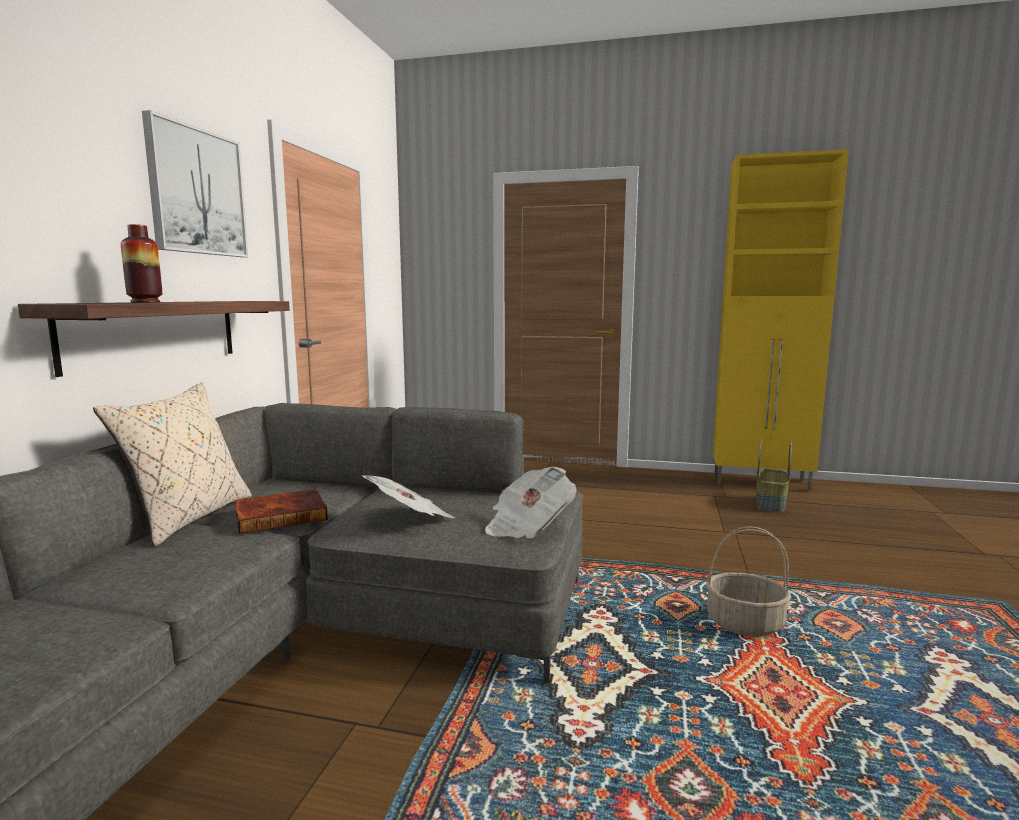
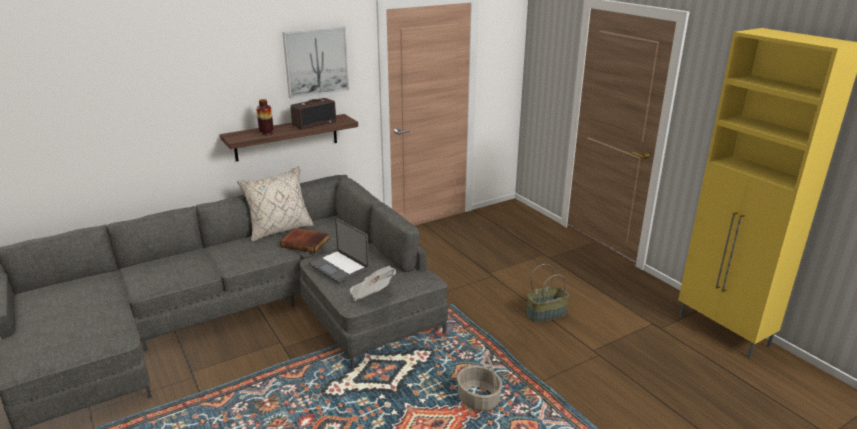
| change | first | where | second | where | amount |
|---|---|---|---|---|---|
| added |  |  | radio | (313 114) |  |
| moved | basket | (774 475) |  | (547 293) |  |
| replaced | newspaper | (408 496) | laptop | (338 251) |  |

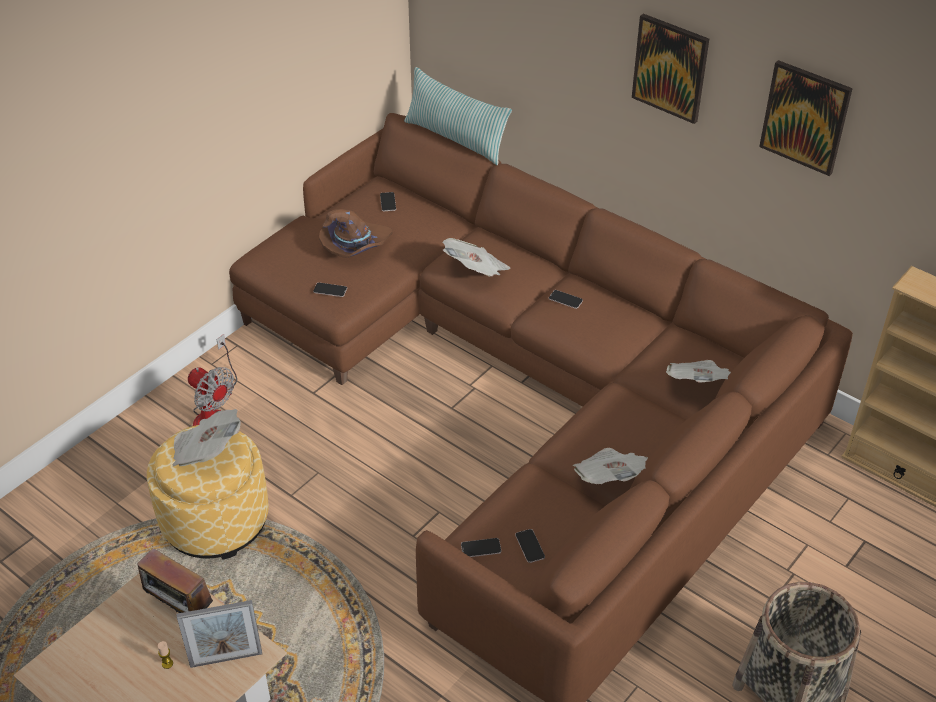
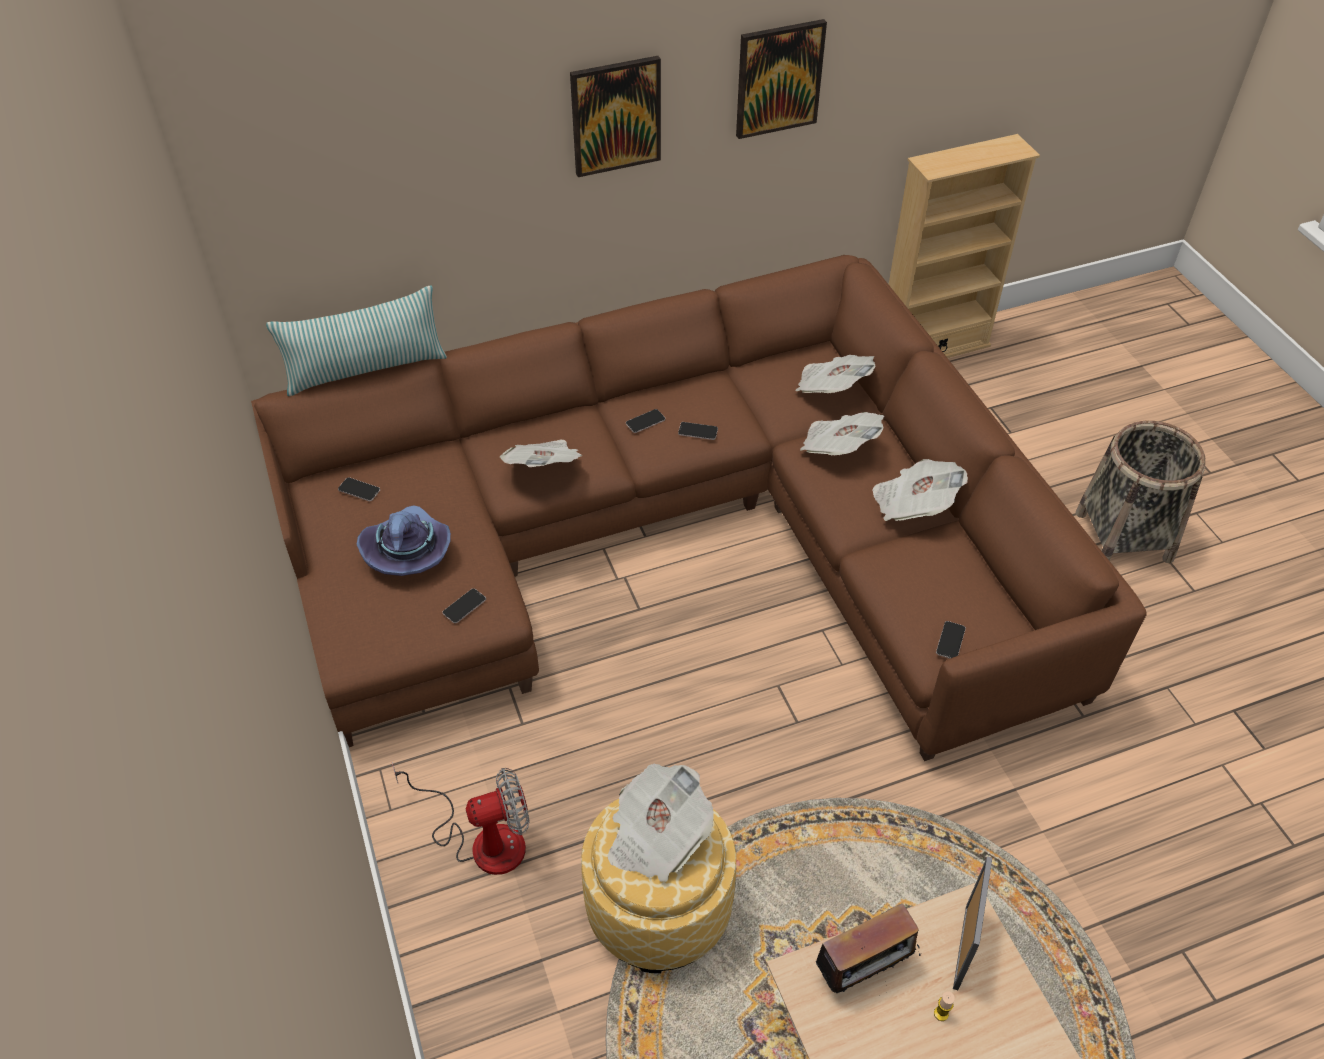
| change | first | where | second | where | amount |
|---|---|---|---|---|---|
| added |  |  | newspaper | (842 433) |  |
| moved | phone | (530 546) |  | (698 431) |  |
| recoloured | brown hat | (355 233) | purple hat | (403 540) |  |

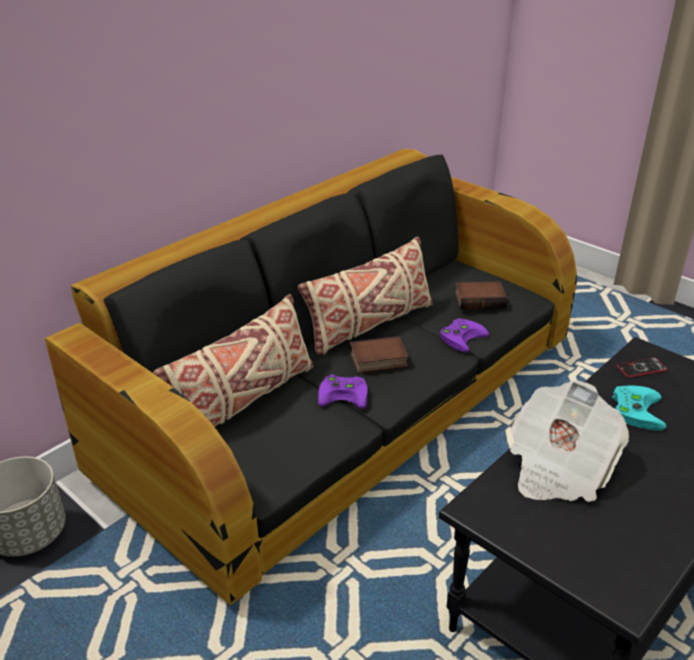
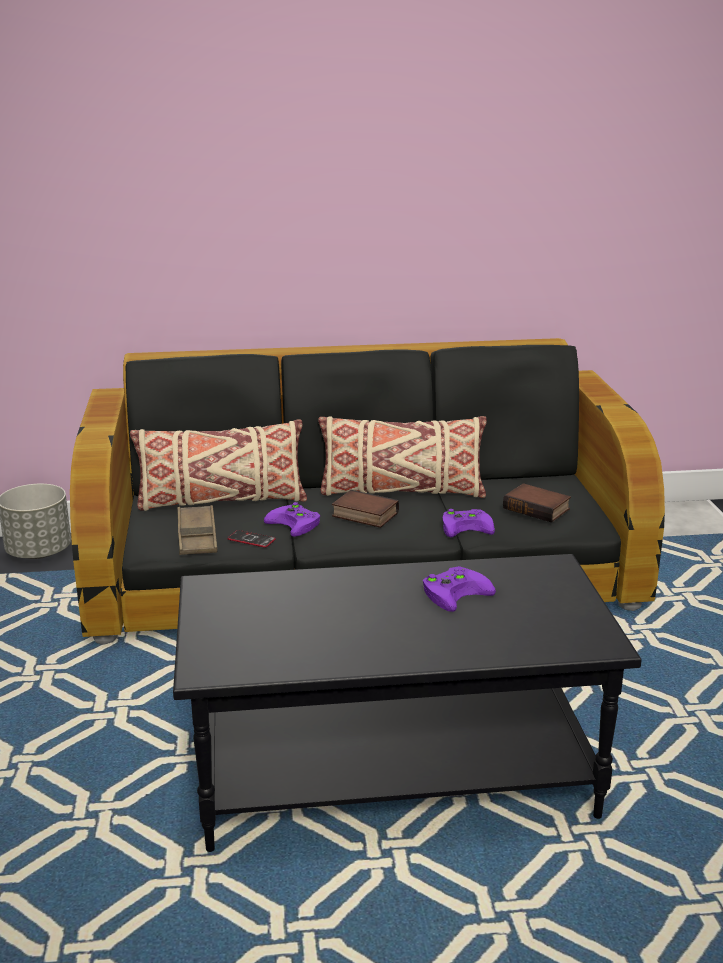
| change | first | where | second | where | amount |
|---|---|---|---|---|---|
| removed | newspaper | (569 441) |  |  |  |
| added |  |  | brown tray | (197 530) |  |
| moved | phone | (642 367) |  | (251 539) |  |
| recoloured | turquoise game controller | (639 408) | purple game controller | (459 589) |  |

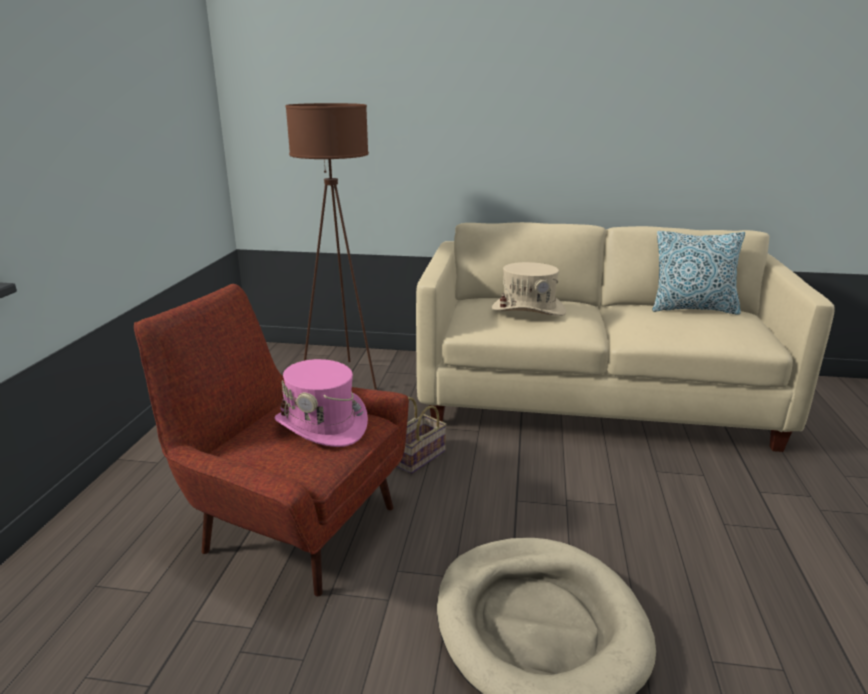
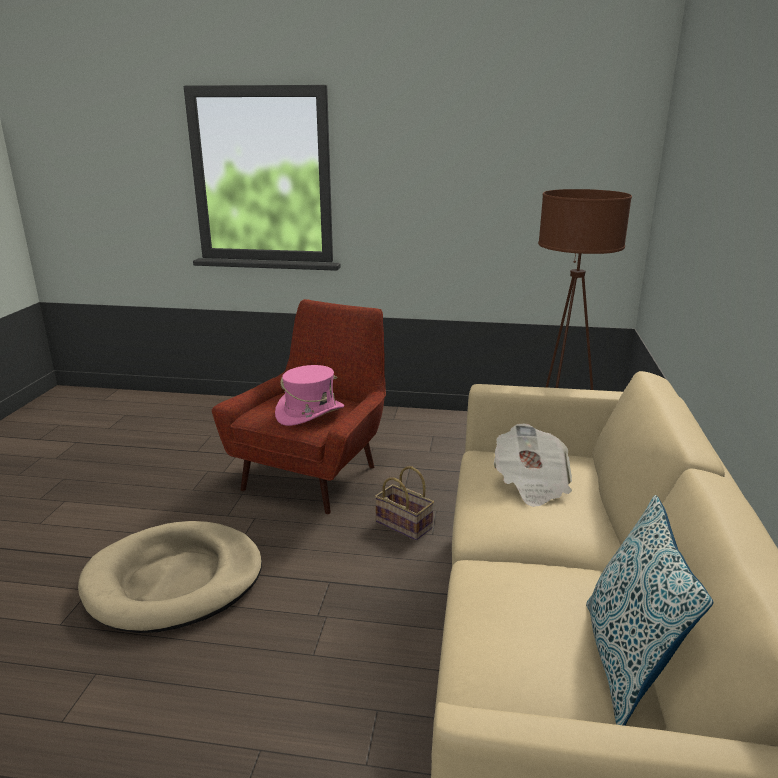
| change | first | where | second | where | amount |
|---|---|---|---|---|---|
| replaced | beige hat | (529 289) | newspaper | (532 465) |  |

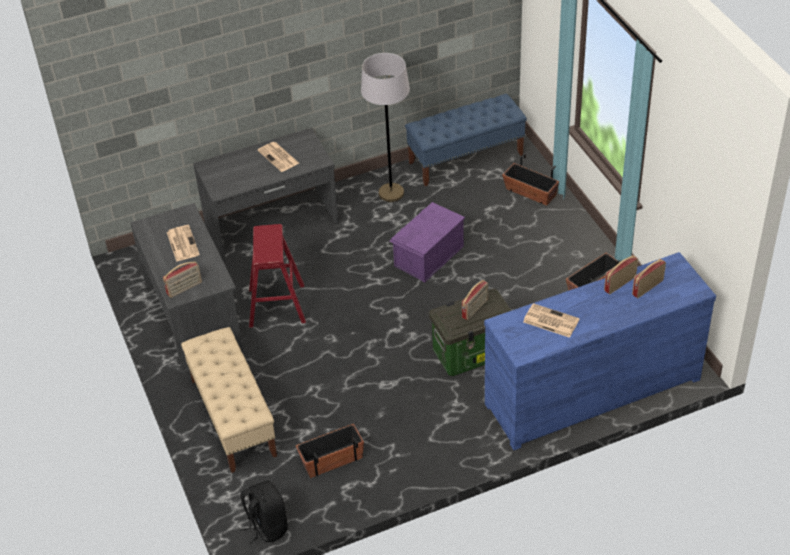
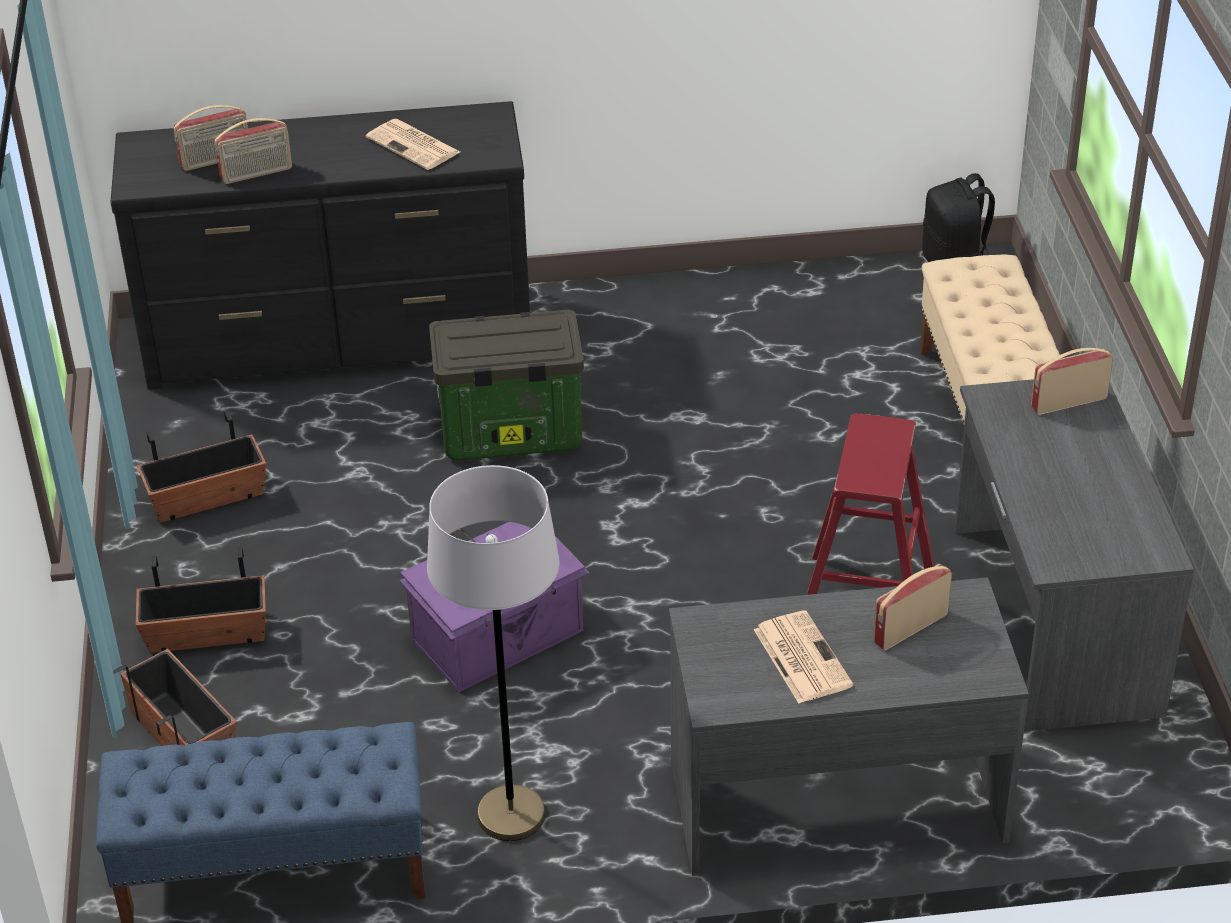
| change | first | where | second | where | amount |
|---|---|---|---|---|---|
| removed | newspaper | (183 243) |  |  |  |
| moved | planter | (330 451) |  | (201 600) |  |
| moved | radio | (475 300) |  | (912 607) |  |
| recoloured | blue dresser | (600 351) | black dresser | (320 245) |  |

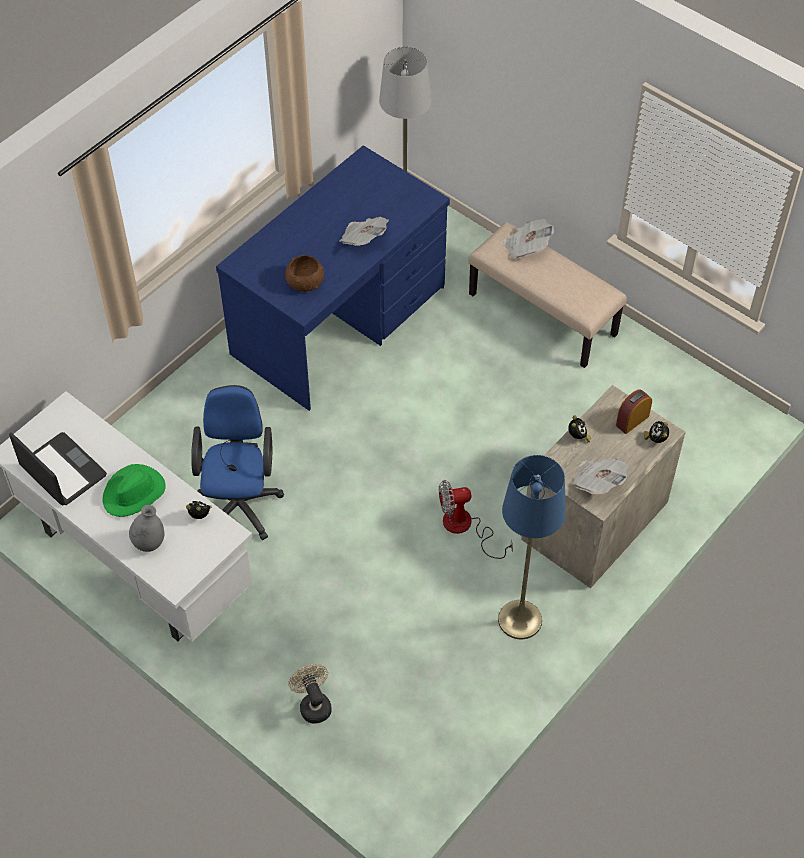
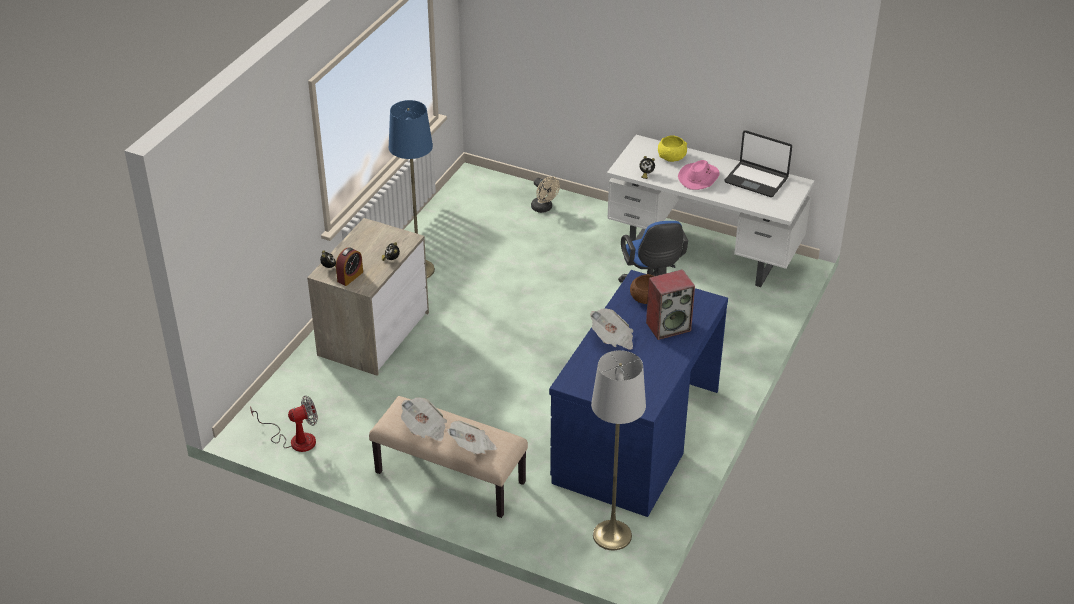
| change | first | where | second | where | amount |
|---|---|---|---|---|---|
| added |  |  | speaker | (670 304) |  |
| moved | fan | (476 519) |  | (284 424) |  |
| moved | newspaper | (600 476) |  | (424 419) |  |
| replaced | grey vase | (146 528) | yellow bowl | (672 148) |  |
| recoloured | green hat | (134 490) | pink hat | (699 175) |  |

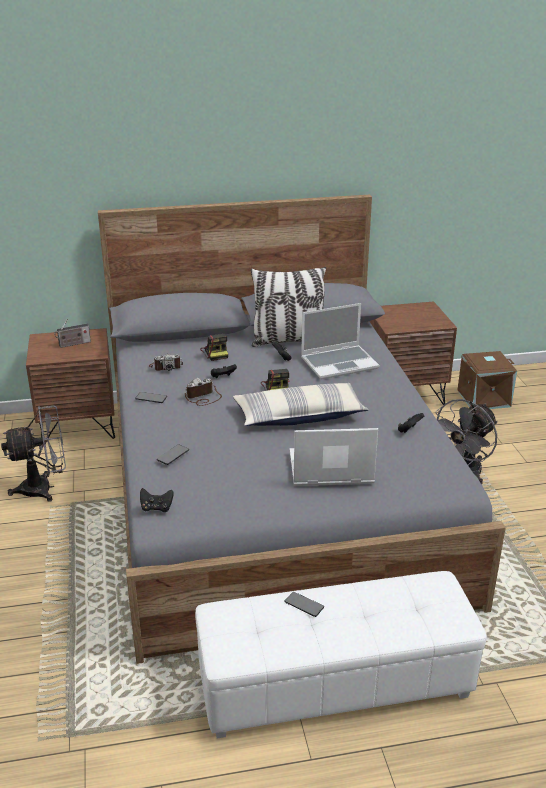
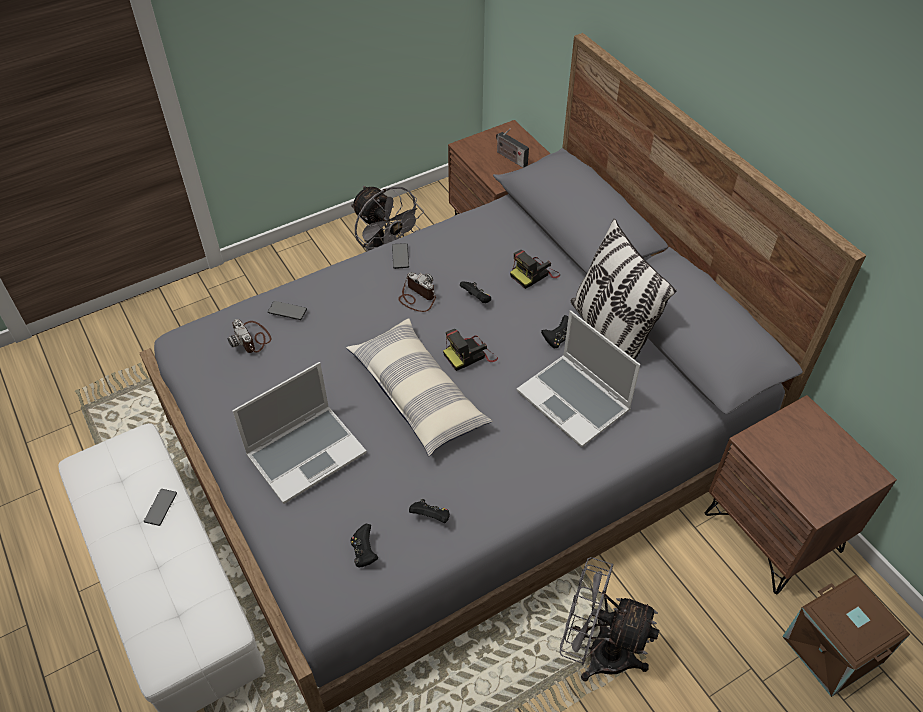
| change | first | where | second | where | amount |
|---|---|---|---|---|---|
| moved | black game controller | (156 500) |  | (364 545) |  |
| moved | photo camera | (166 362) |  | (249 336) |  |
| turned | laptop | (334 457) |  | (299 433) | 75 degrees clockwise |

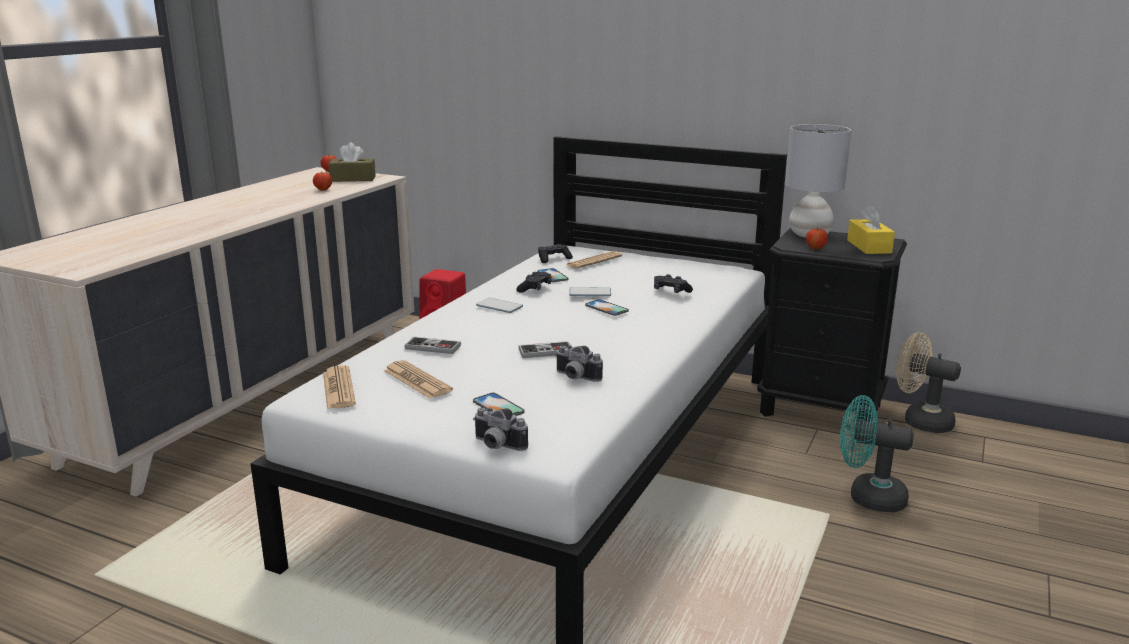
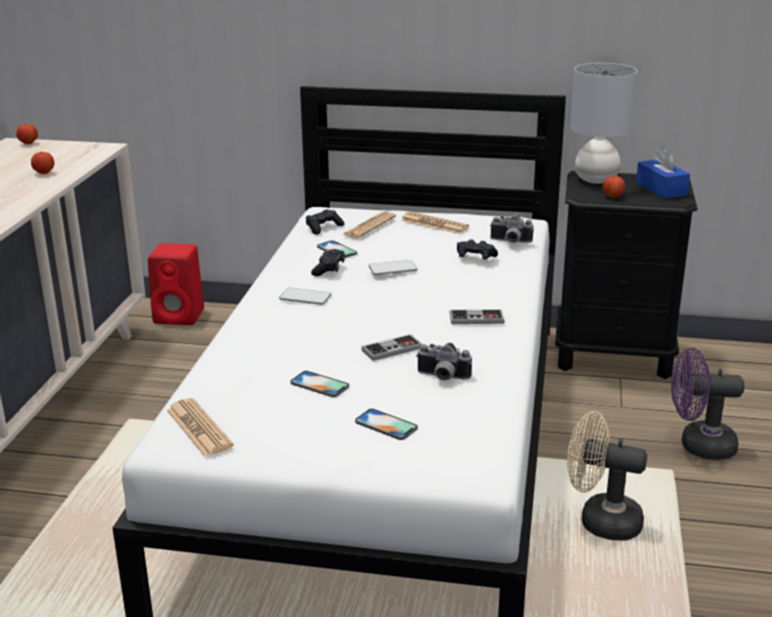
| change | first | where | second | where | amount |
|---|---|---|---|---|---|
| removed | brown tissue box | (352 162) |  |  |  |
| moved | newspaper | (418 379) |  | (435 223) |  |
| moved | game controller | (433 345) |  | (477 316) |  |
| moved | photo camera | (500 429) |  | (512 229) |  |
| moved | phone | (607 307) |  | (320 384) |  |
| moved | beige fan | (928 382) |  | (607 476) |  |
| recoloured | turquoise fan | (877 453) | purple fan | (707 404) |  |
| recoloured | yellow tissue box | (871 229) | blue tissue box | (663 173) |  |

